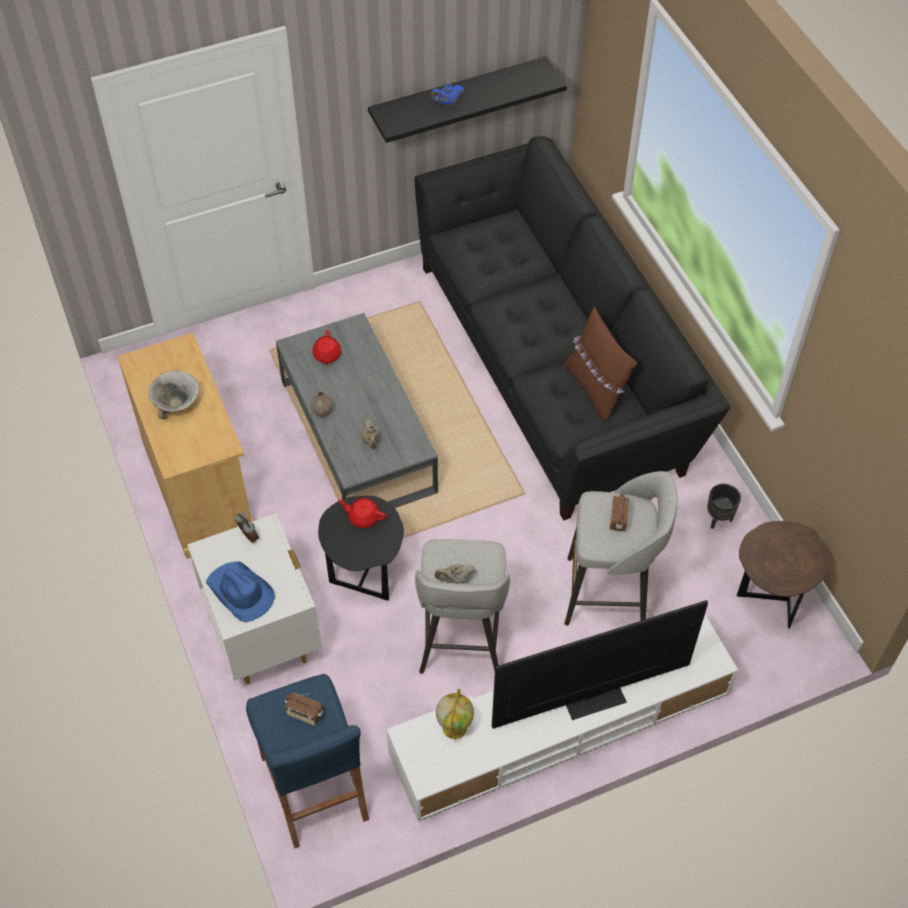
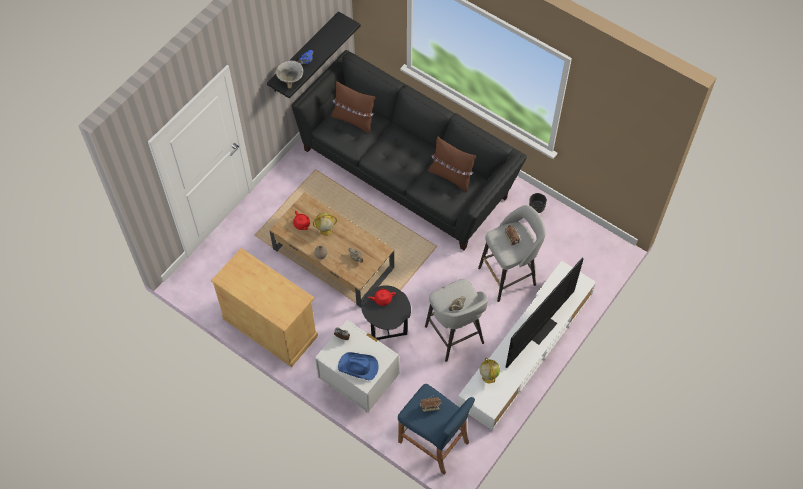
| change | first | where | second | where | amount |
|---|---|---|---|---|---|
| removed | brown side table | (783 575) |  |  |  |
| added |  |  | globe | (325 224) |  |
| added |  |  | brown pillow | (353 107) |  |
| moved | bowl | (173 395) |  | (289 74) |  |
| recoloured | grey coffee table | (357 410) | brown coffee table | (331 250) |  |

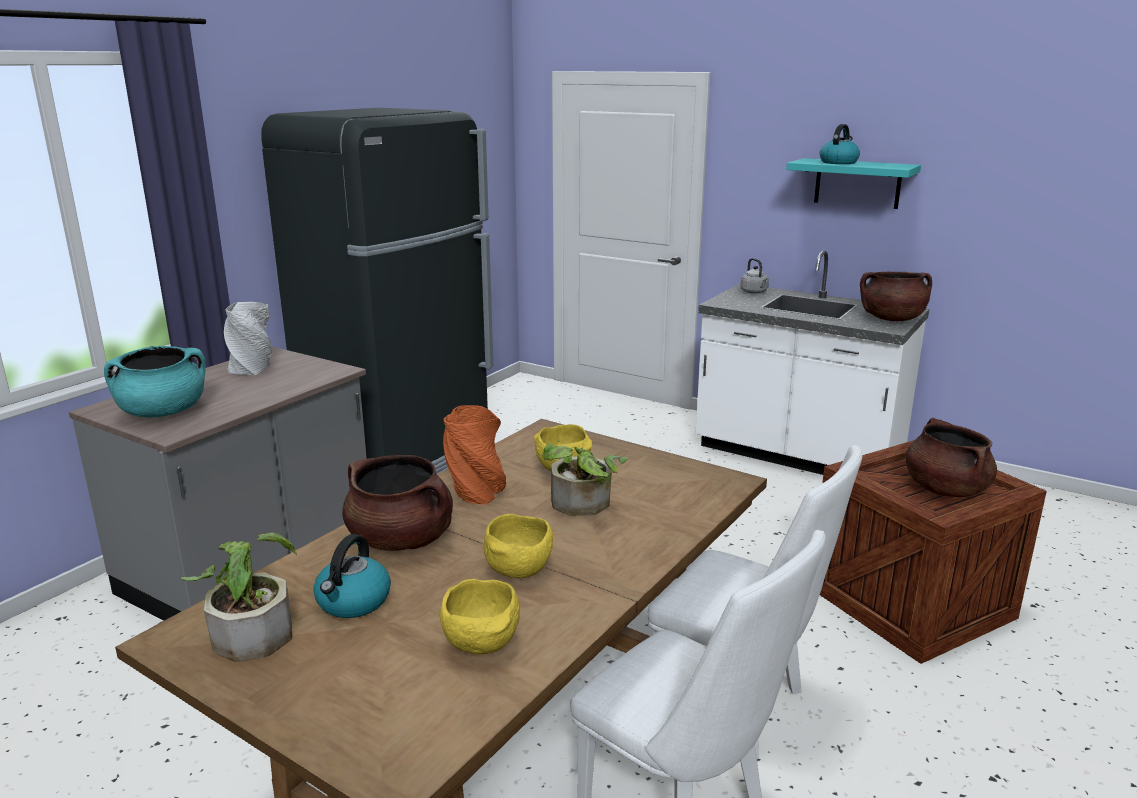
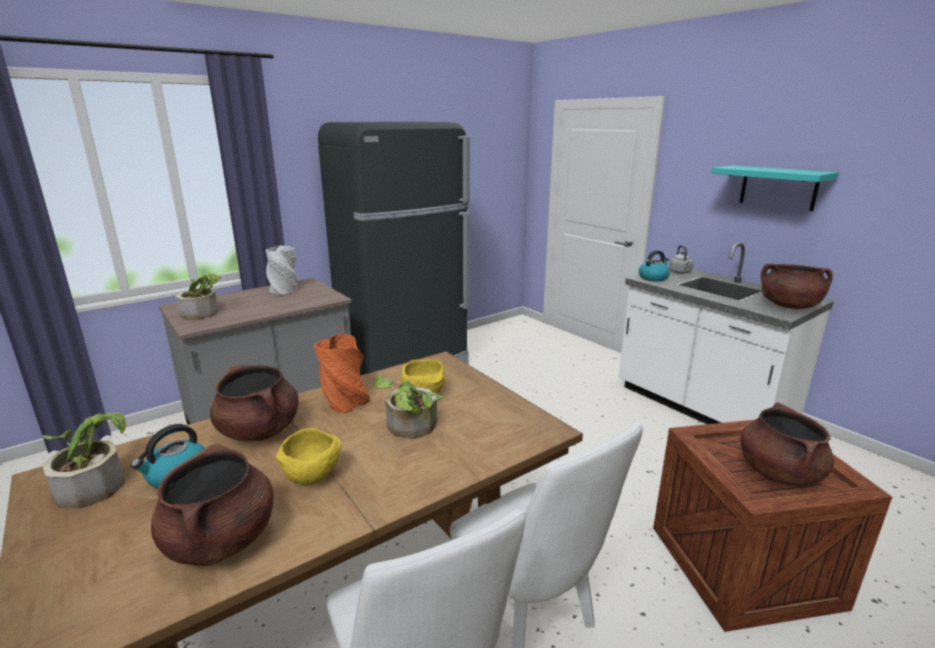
| change | first | where | second | where | amount |
|---|---|---|---|---|---|
| moved | kettle | (840 144) |  | (654 265) |  |
| replaced | turquoise cooking pot | (155 382) | potted plant | (199 297) |  |
| replaced | yellow bowl | (479 616) | brown cooking pot | (212 504) |  |

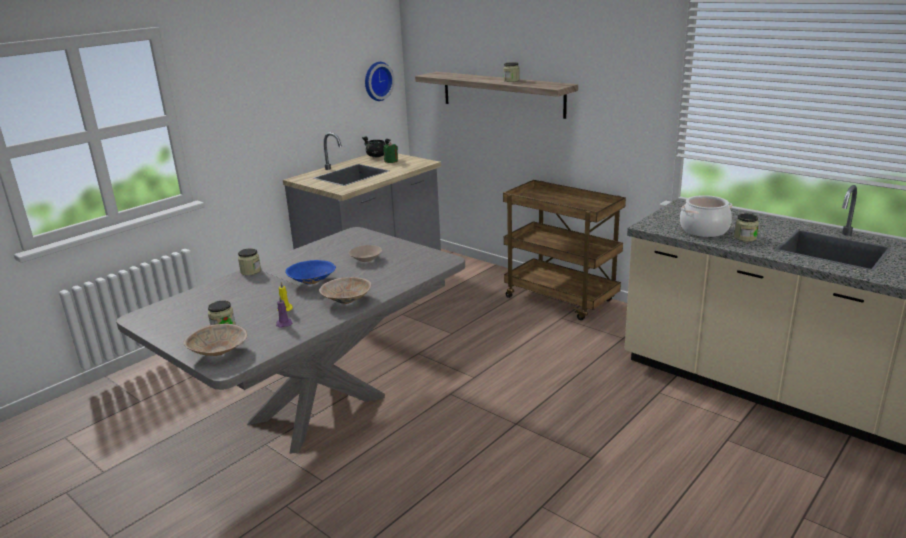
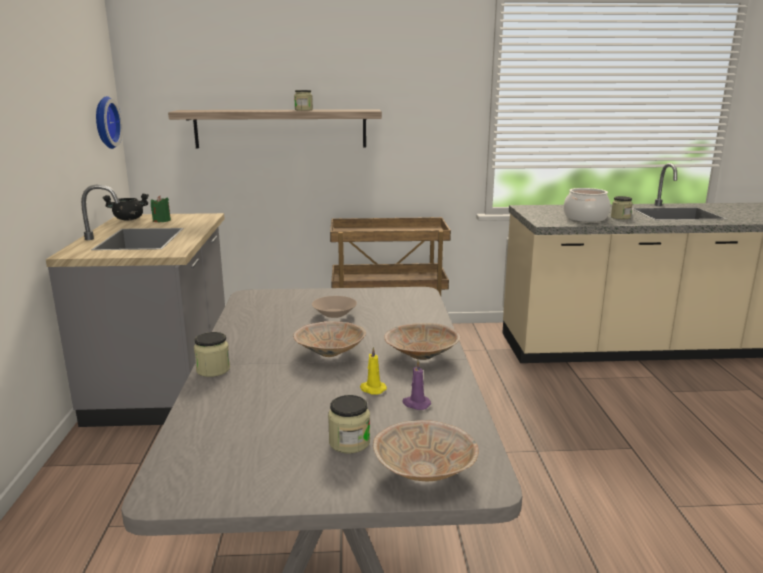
| change | first | where | second | where | amount |
|---|---|---|---|---|---|
| recoloured | blue bowl | (310 272) | beige bowl | (329 339) |  |

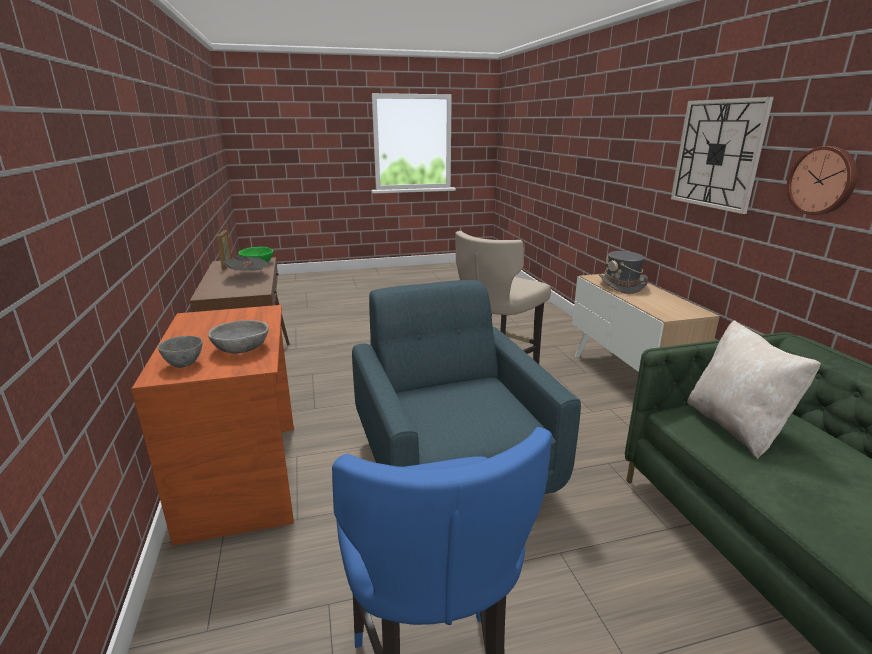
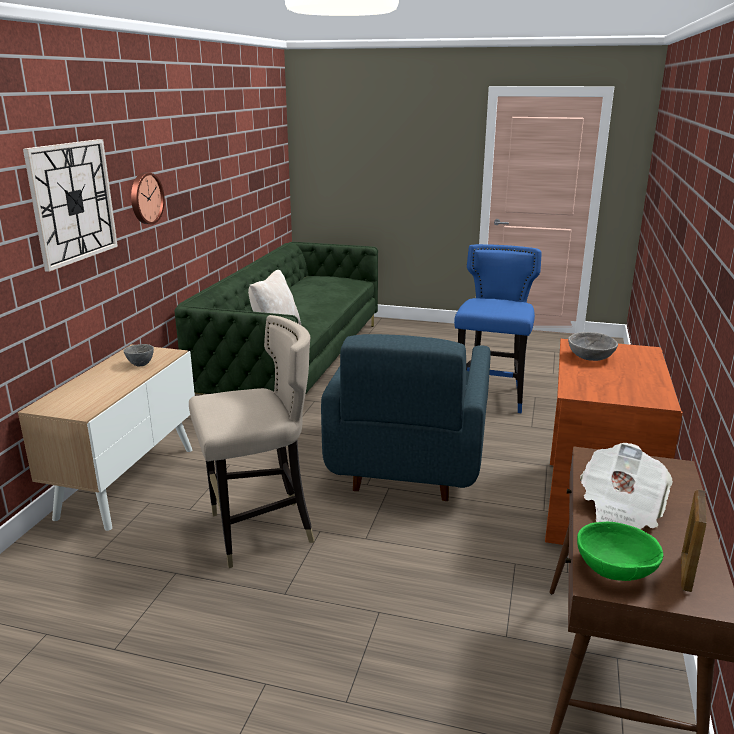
| change | first | where | second | where | amount |
|---|---|---|---|---|---|
| removed | grey hat | (623 272) |  |  |  |
| moved | grey bowl | (180 352) |  | (139 355) |  |

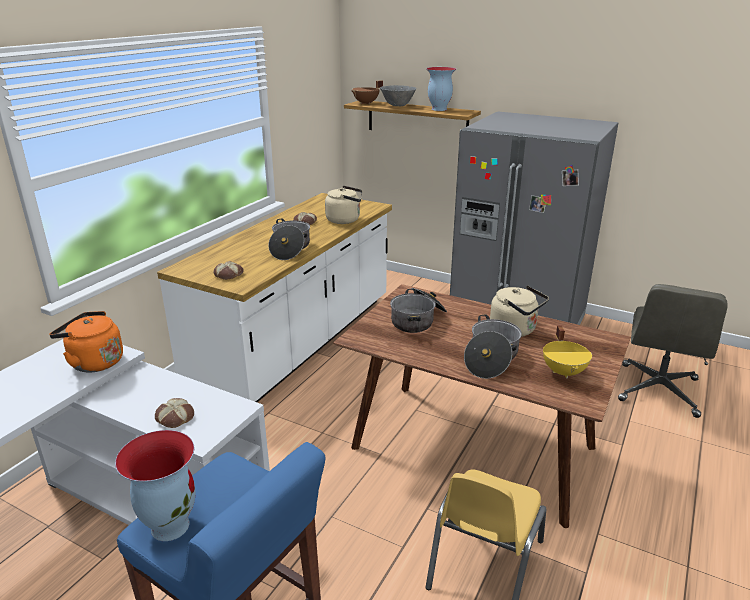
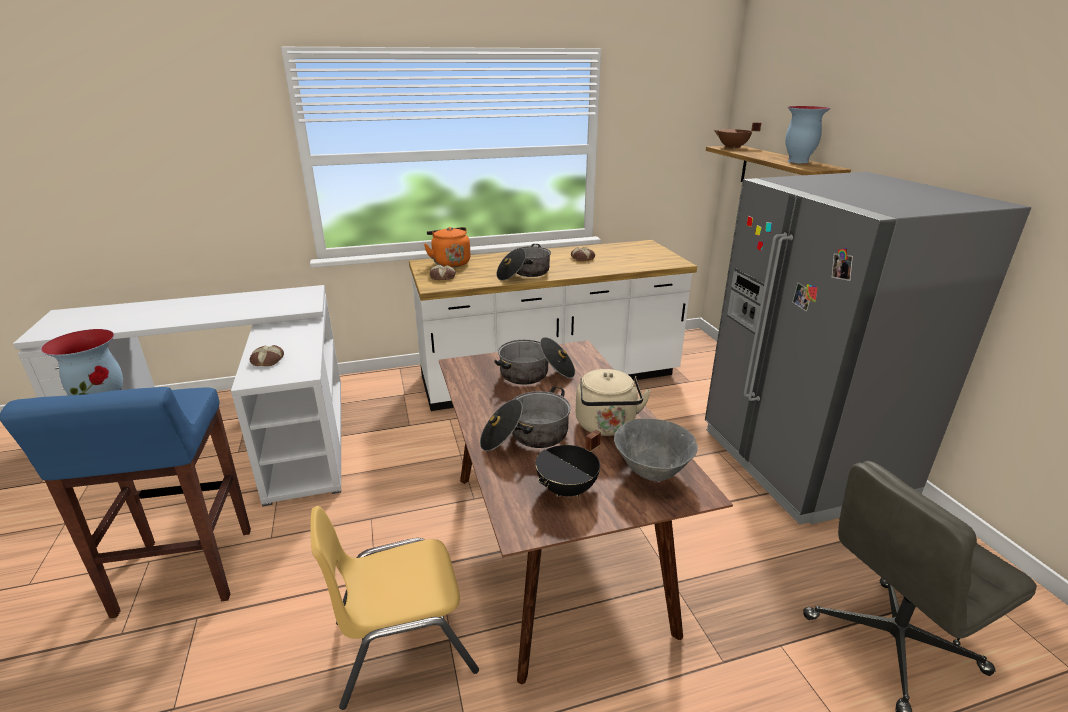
| change | first | where | second | where | amount |
|---|---|---|---|---|---|
| removed | beige kettle | (343 205) |  |  |  |
| moved | orange kettle | (86 342) |  | (447 247) |  |
| moved | grey bowl | (398 95) |  | (656 450) |  |
| recoloured | yellow cooking pot | (567 352) | black cooking pot | (568 463) |  |

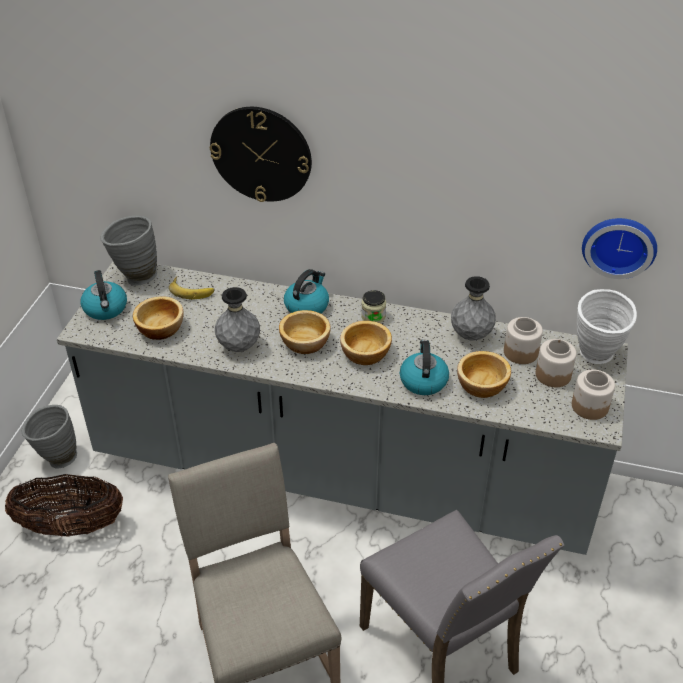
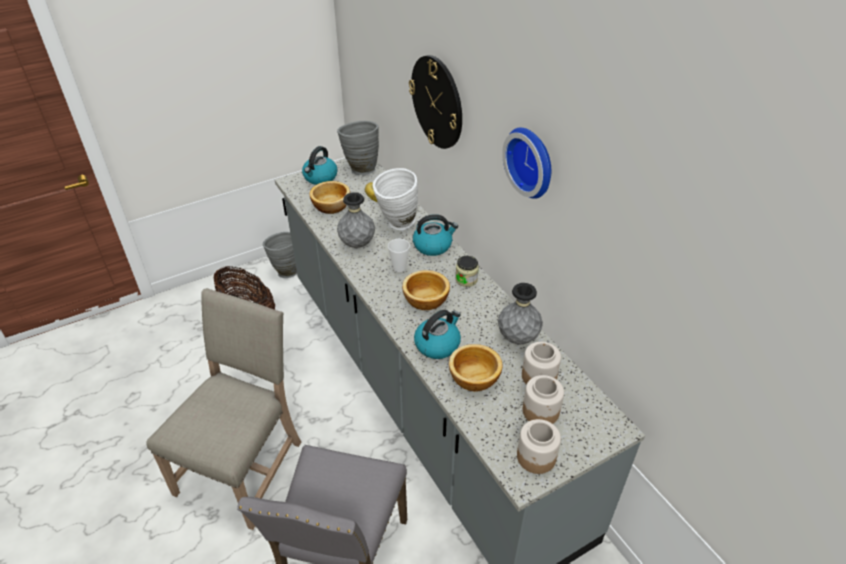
| change | first | where | second | where | amount |
|---|---|---|---|---|---|
| moved | white vase | (607 326) |  | (395 199) |  |
| moved | wall clock | (619 248) |  | (526 163) |  |
| replaced | bowl | (305 332) | cup | (399 255) |  |

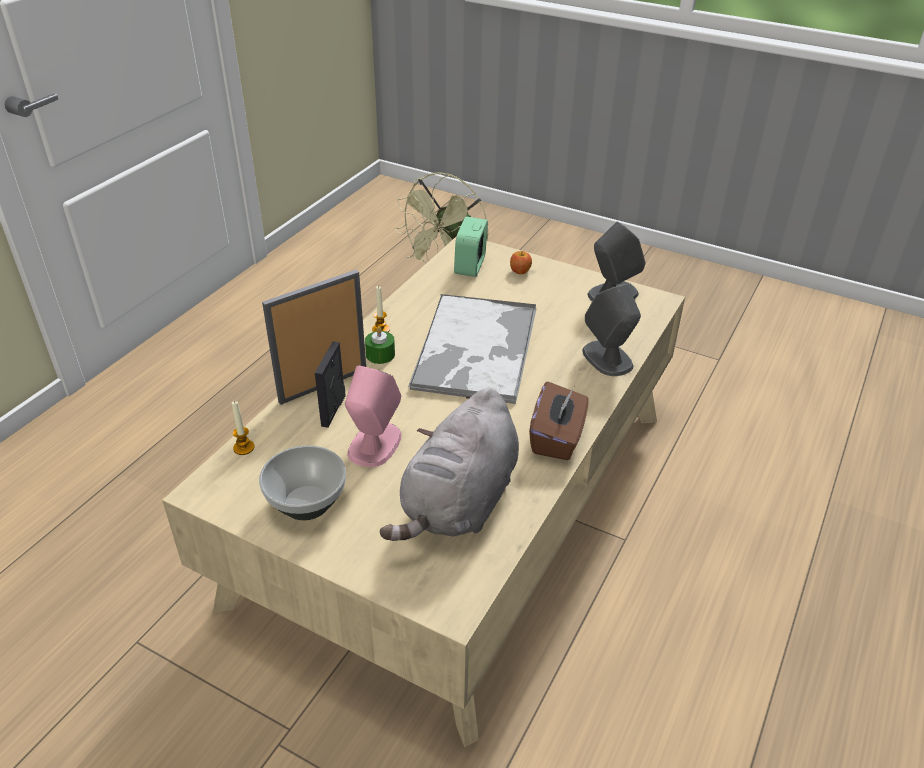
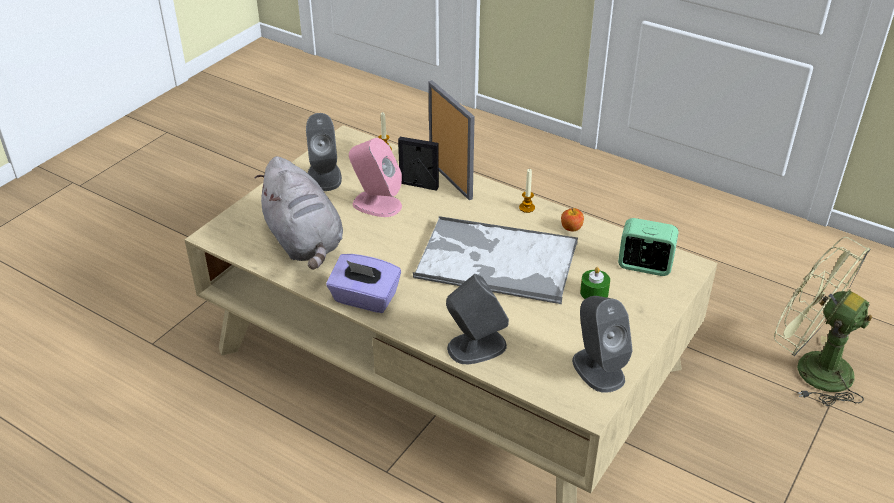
| change | first | where | second | where | amount |
|---|---|---|---|---|---|
| moved | green candle | (380 345) |  | (595 283) |  |
| moved | apple | (521 262) |  | (572 219) |  |
| replaced | bowl | (302 482) | grey speaker | (324 152) |  |
| recoloured | brown tissue box | (559 421) | purple tissue box | (363 283) |  |
| turned | grey plush toy | (449 464) |  | (298 213) | 150 degrees counterclockwise |

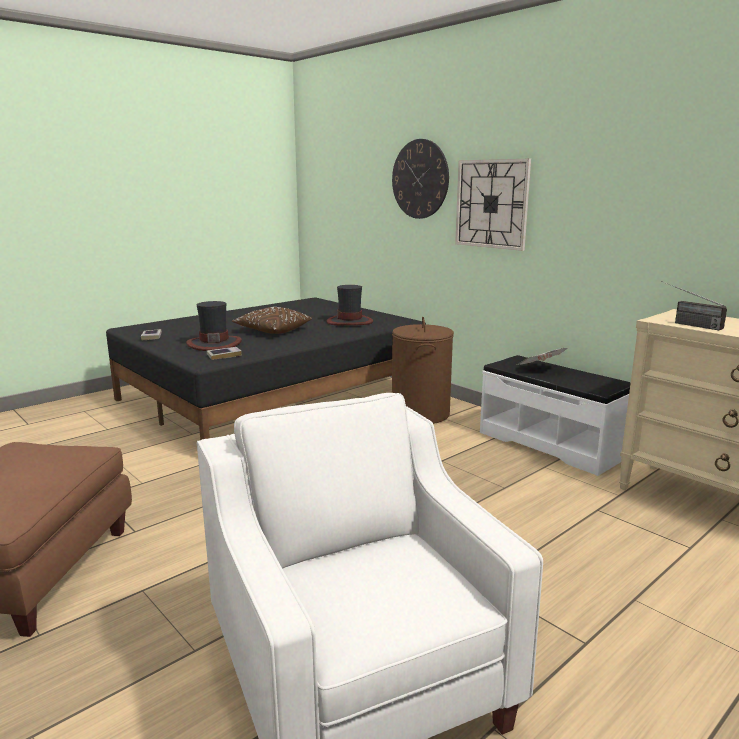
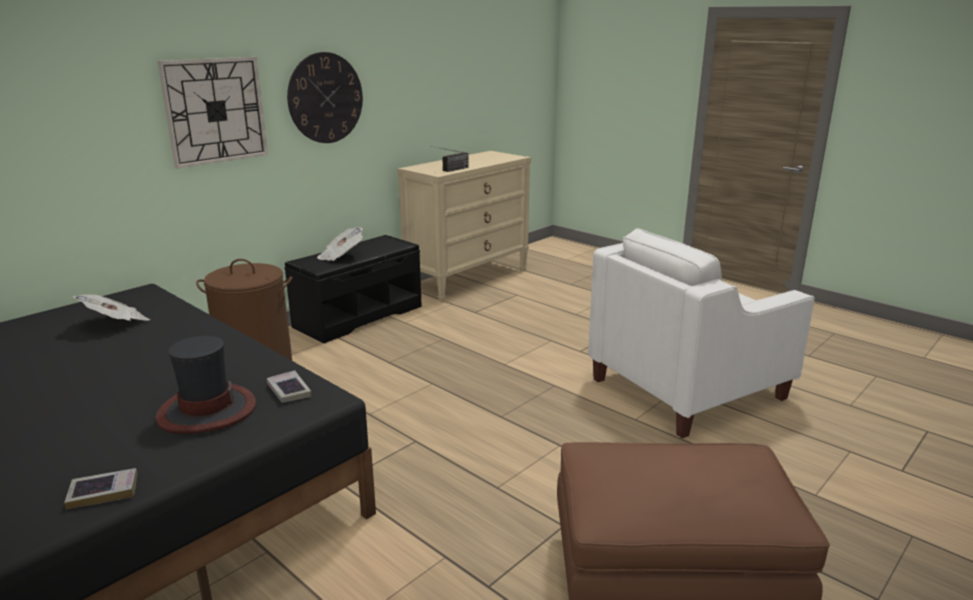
| change | first | where | second | where | amount |
|---|---|---|---|---|---|
| removed | brown pillow | (272 320) |  |  |  |
| moved | wall clock | (420 179) |  | (325 97) |  |
| replaced | hat | (350 305) | newspaper | (111 307) |  |
| recoloured | white bench | (555 415) | black bench | (353 289) |  |

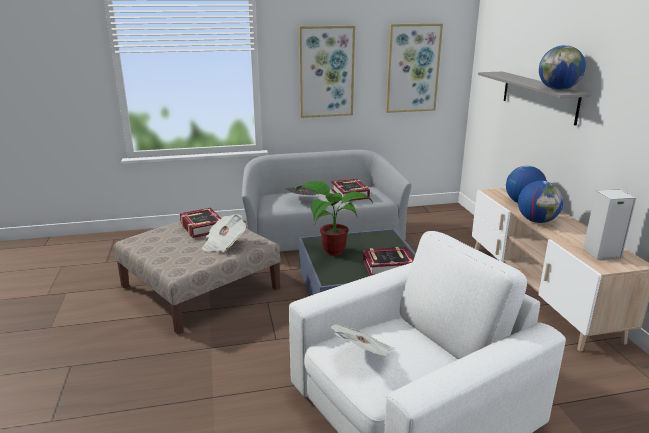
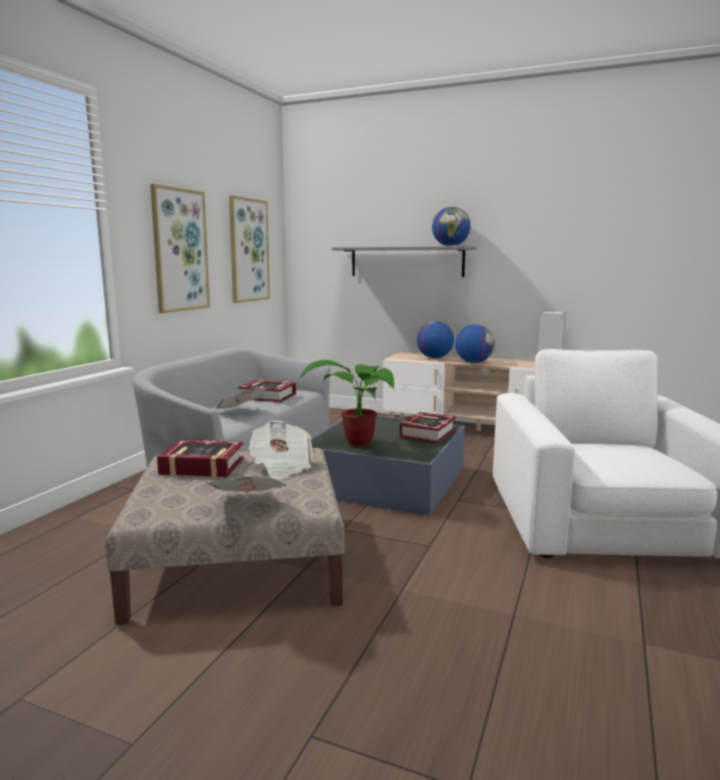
| change | first | where | second | where | amount |
|---|---|---|---|---|---|
| moved | newspaper | (363 340) |  | (246 485) |  |

